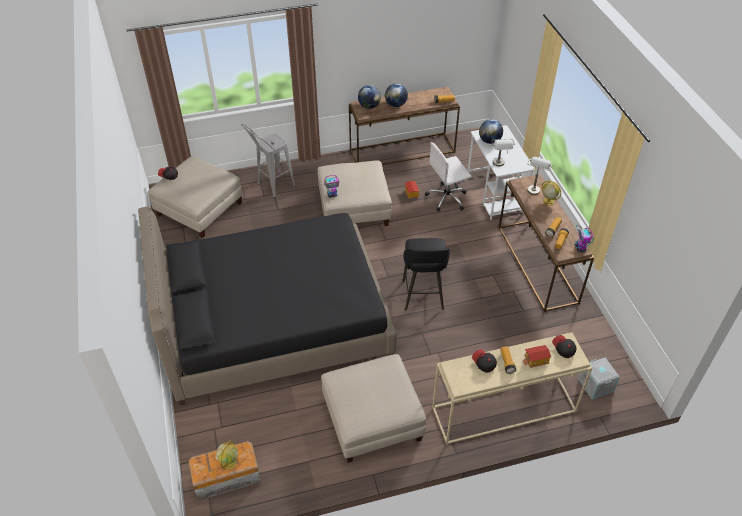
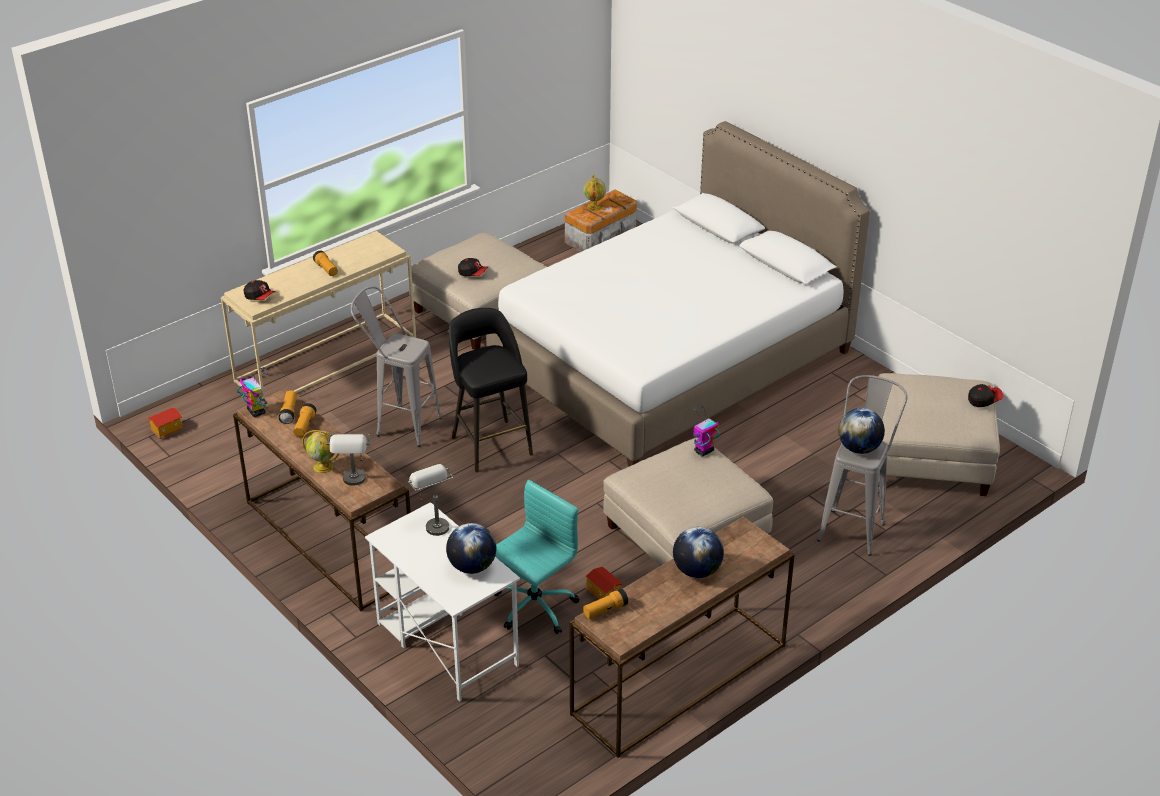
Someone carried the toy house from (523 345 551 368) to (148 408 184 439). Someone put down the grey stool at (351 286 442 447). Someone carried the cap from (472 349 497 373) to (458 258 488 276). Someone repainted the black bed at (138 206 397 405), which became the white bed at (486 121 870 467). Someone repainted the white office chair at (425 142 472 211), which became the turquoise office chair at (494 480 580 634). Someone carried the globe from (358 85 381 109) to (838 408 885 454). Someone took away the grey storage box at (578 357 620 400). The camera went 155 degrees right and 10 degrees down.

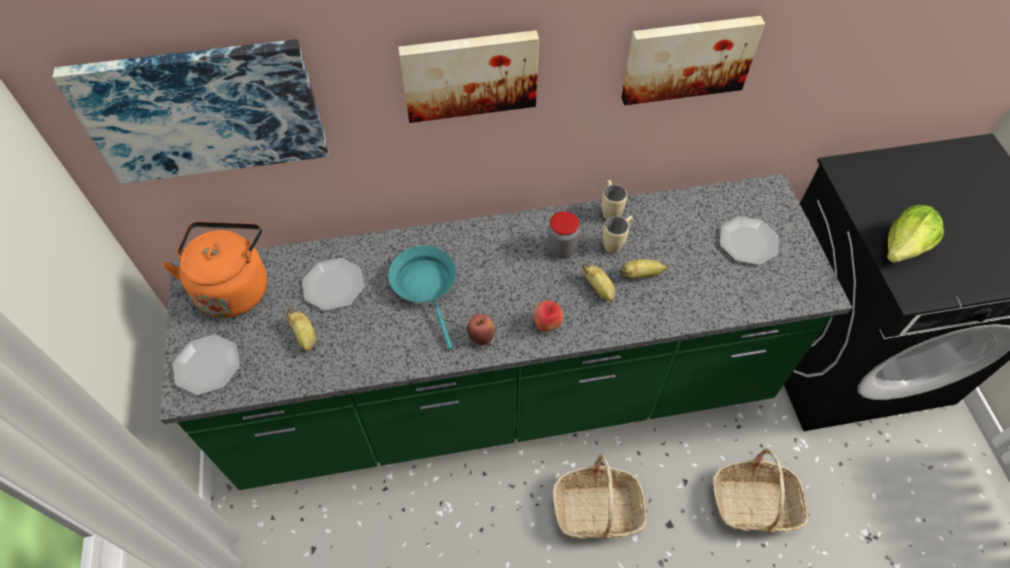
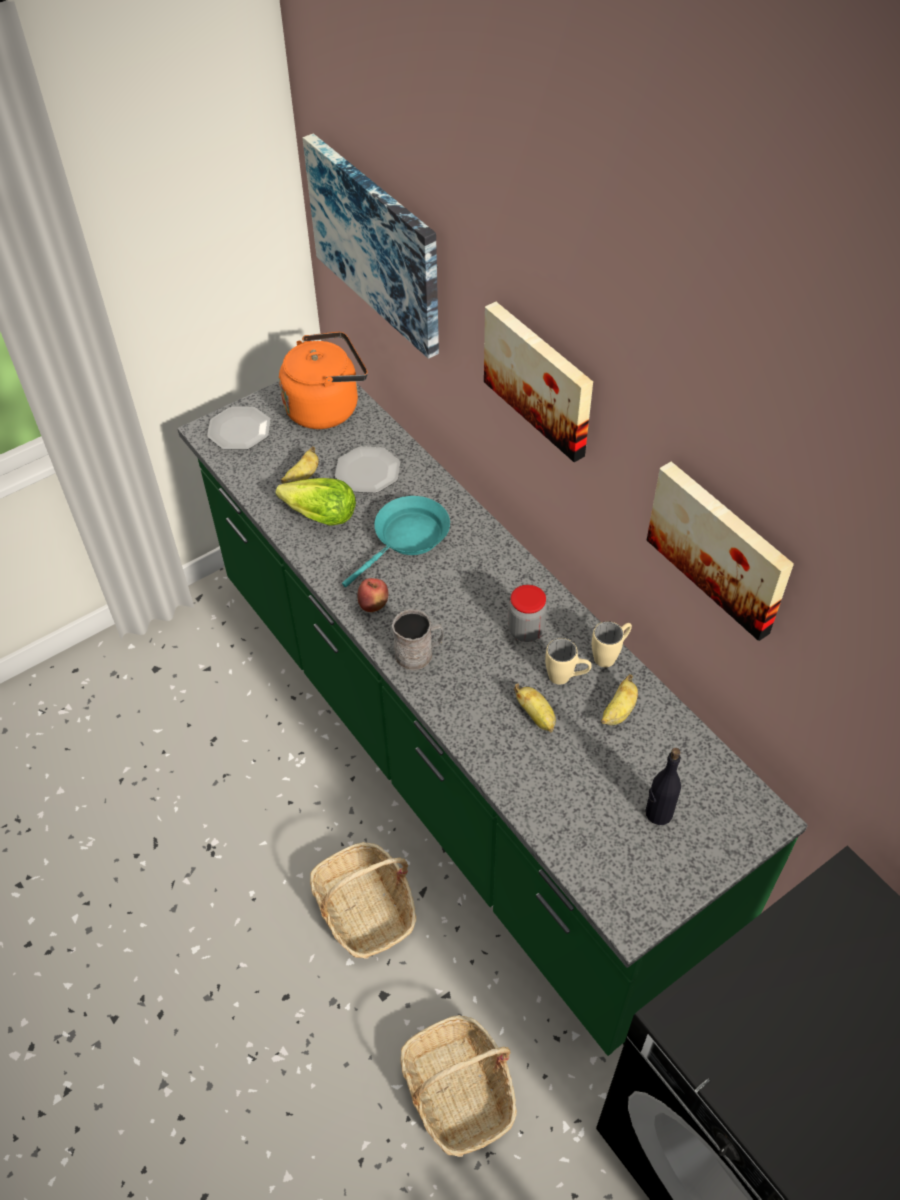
Someone carried the lettuce from (887 205 944 262) to (275 478 356 526). Someone swapped the apple at (533 300 563 331) for the grey mug at (392 609 444 671). Someone carried the banana from (582 262 615 302) to (601 674 638 725). Someone swapped the plate at (719 216 779 265) for the black bottle at (645 748 681 825). The camera went 65 degrees right and 5 degrees down.

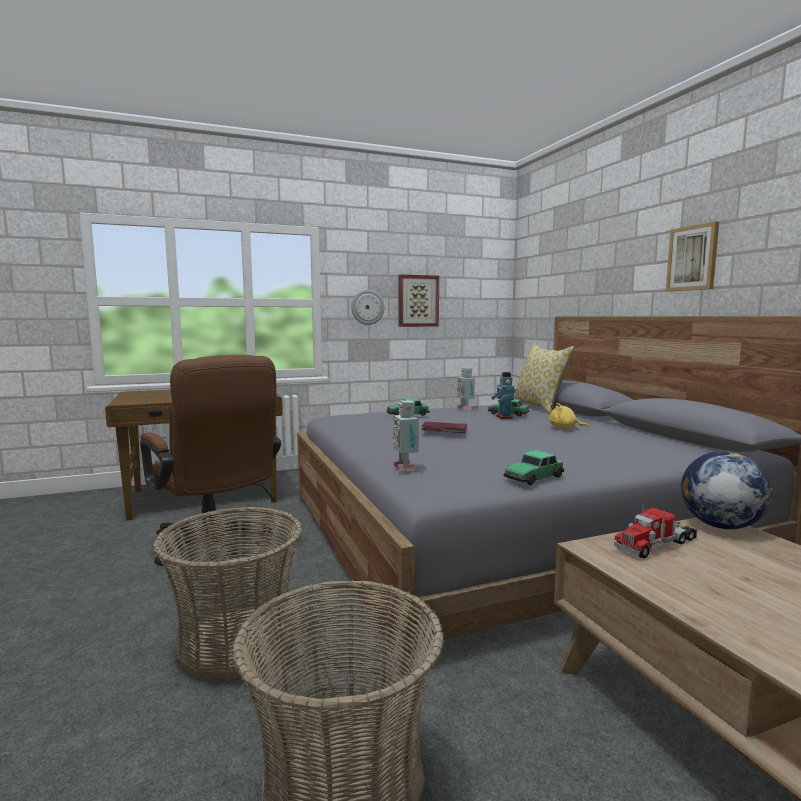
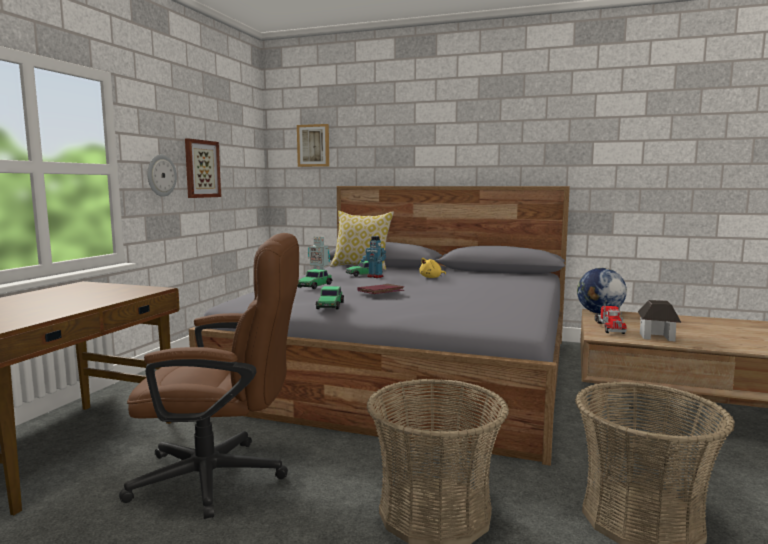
Someone carried the picture from (666 222 719 291) to (297 124 329 167). Someone carried the toy car from (504 450 564 485) to (316 286 344 309). Someone put down the toy house at (638 300 682 341). Someone took away the toy robot at (392 400 419 472). The camera went 50 degrees left and 0 degrees up.

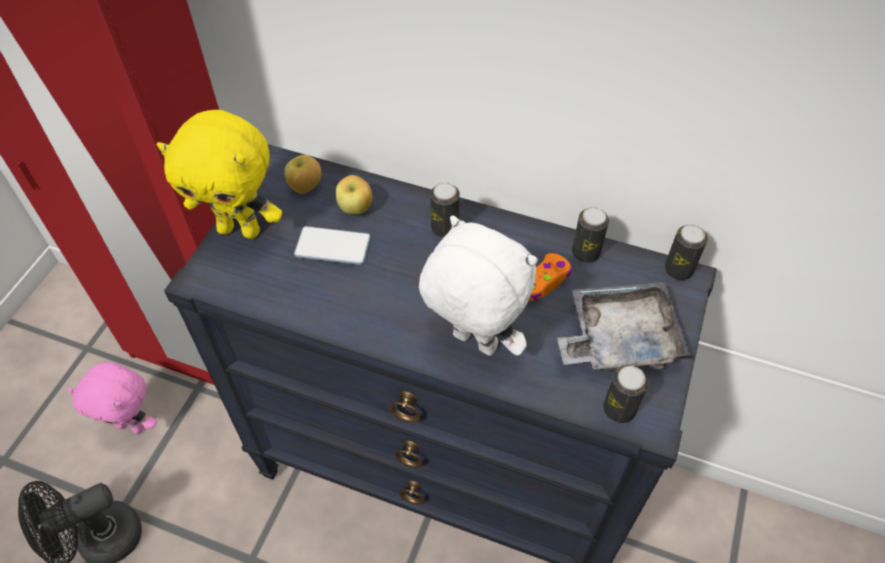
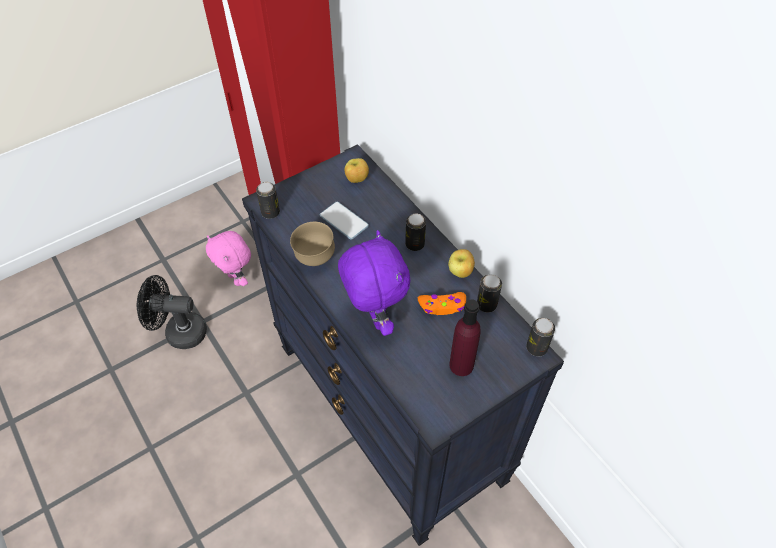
Someone carried the can from (603 365 648 423) to (256 182 280 219). Someone put down the brown bowl at (290 222 335 266). Someone repainted the white plush toy at (419 216 538 356), which became the purple plush toy at (338 230 410 336). Someone carried the apple from (336 175 372 215) to (448 249 475 278). Someone swapped the grey tray at (557 282 693 372) for the purple bottle at (449 299 481 376). Someone took away the yellow plush toy at (157 110 282 239). The camera went 35 degrees right and 0 degrees up.

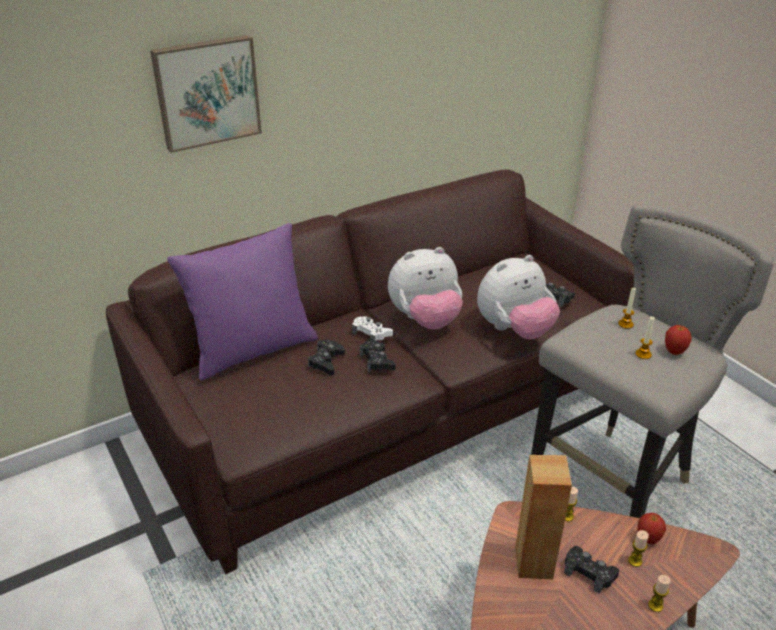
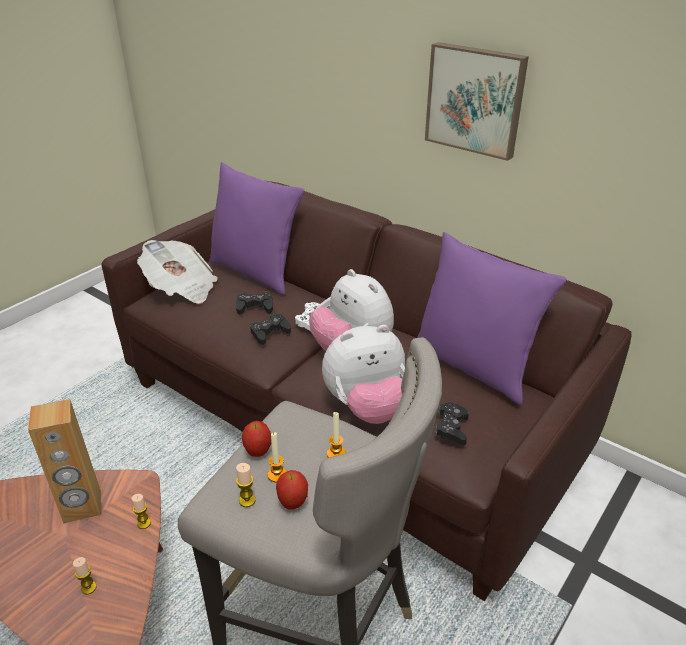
Someone put down the newspaper at (137 240 218 304). Someone carried the candle from (648 575 671 612) to (236 463 255 507). Someone carried the apple from (637 513 666 544) to (242 421 271 457). Someone rotated the plush toy at (477 255 560 339) by 60 degrees counterclockwise. Someone put down the purple pillow at (417 232 567 405). Someone carried the picture from (150 35 262 153) to (425 42 529 161). Someone took away the black game controller at (564 546 619 594). The camera went 70 degrees right and 0 degrees up.

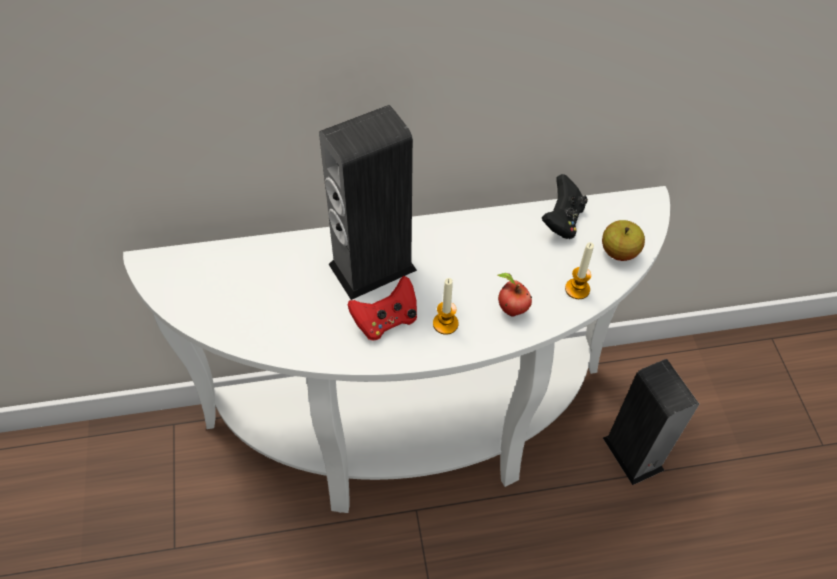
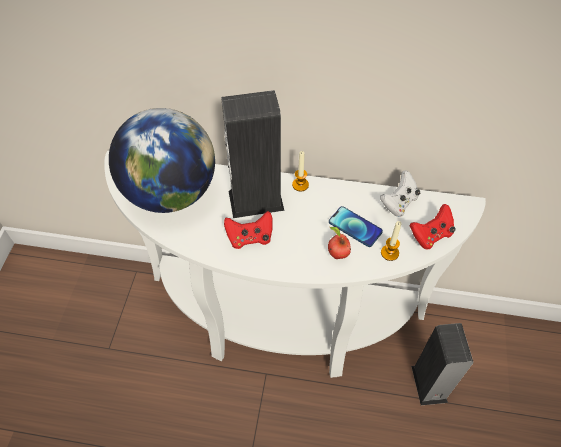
Someone put down the globe at (109 108 215 213). Someone carried the candle from (433 278 459 335) to (292 151 309 191). Someone put down the phone at (329 206 383 247). Someone repainted the black game controller at (542 174 588 239), which became the white game controller at (380 170 420 217). Someone swapped the apple at (602 220 645 261) for the red game controller at (410 204 455 249). The camera went 20 degrees right and 0 degrees up.

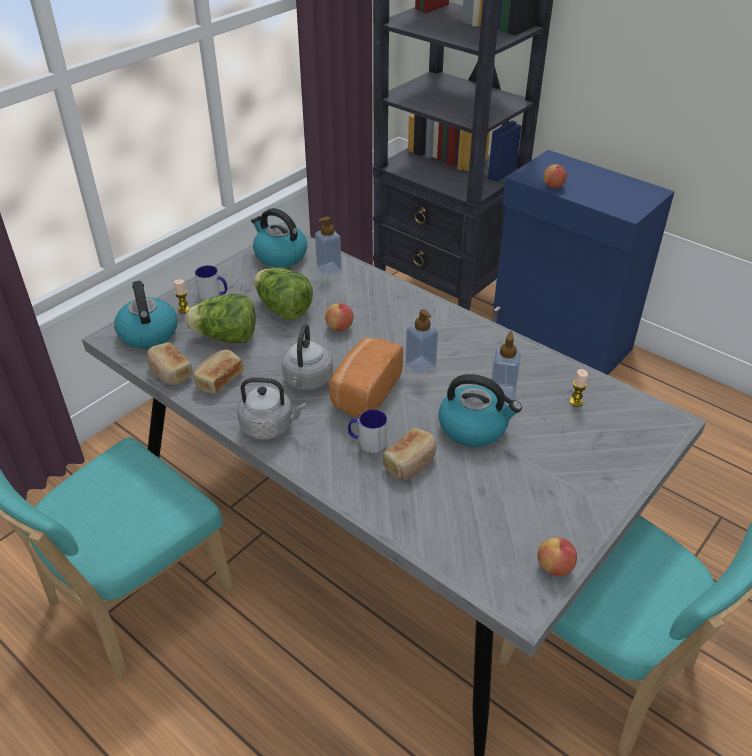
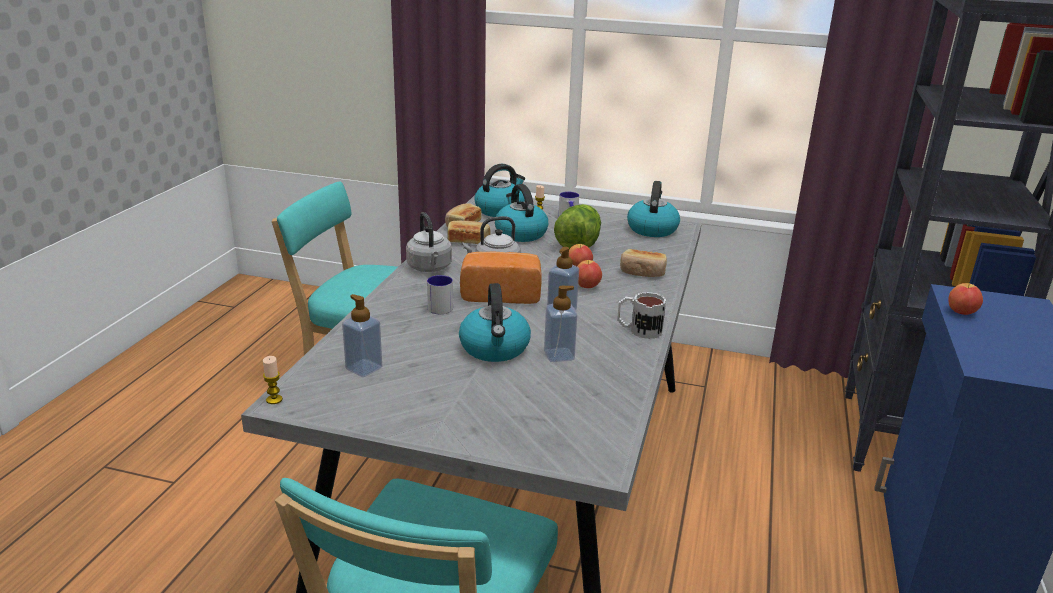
Someone carried the candle from (569 369 588 407) to (263 356 283 404). Someone carried the soap dispenser from (315 217 342 275) to (342 294 382 377). Someone swapped the lettuce at (185 294 255 343) for the kettle at (495 184 548 242). Someone carried the apple from (537 537 577 576) to (577 260 602 288). Someone put down the mug at (617 292 666 339). Someone carried the bread from (383 428 437 480) to (620 249 667 277). The camera went 65 degrees right and 15 degrees down.

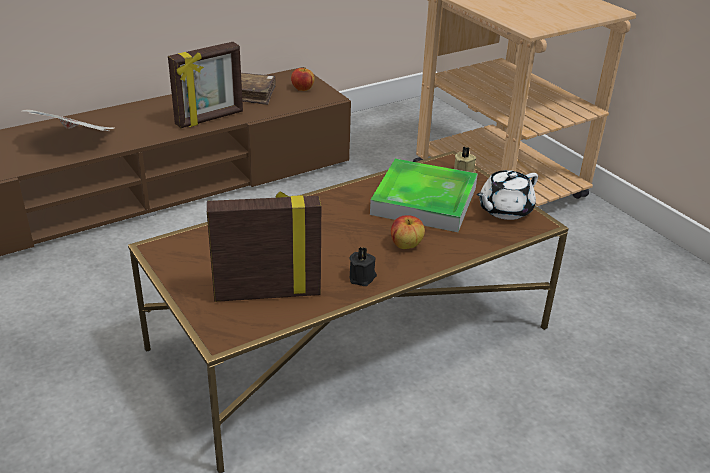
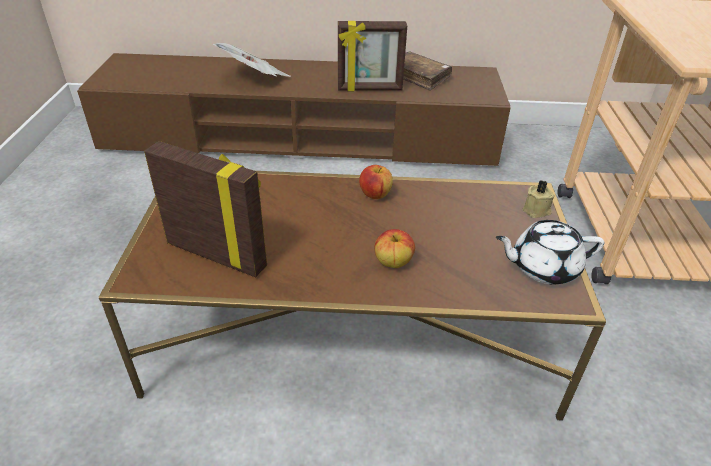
Someone carried the apple from (291 67 315 91) to (359 165 393 199). Someone took away the black candle at (350 247 377 286). Someone took away the tray at (370 159 478 232). The camera went 35 degrees right and 5 degrees up.

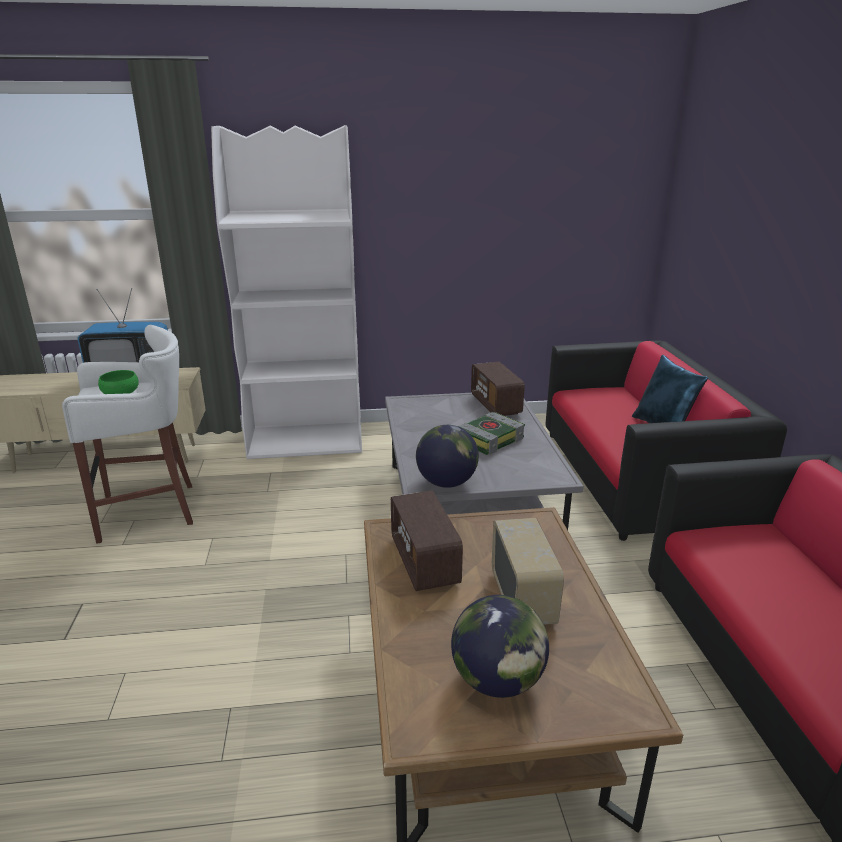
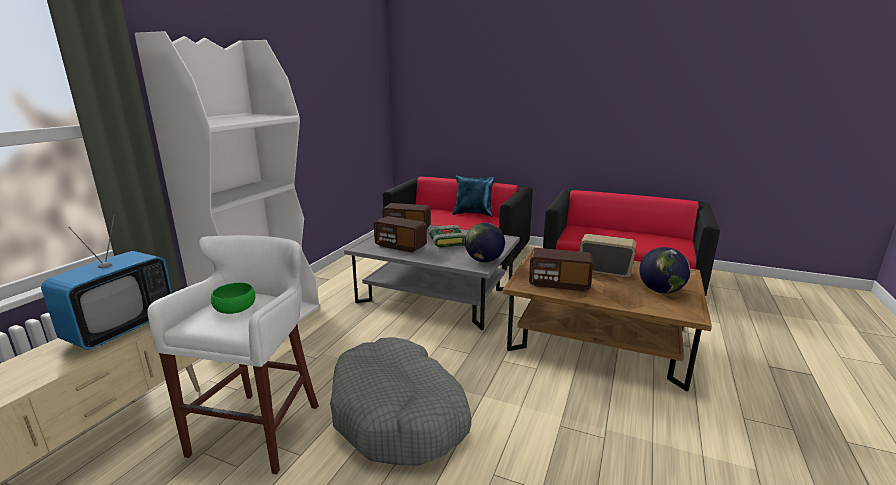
Someone put down the grey dog bed at (330 337 471 466). Someone put down the radio at (374 216 427 253). The camera went 60 degrees left and 5 degrees down.

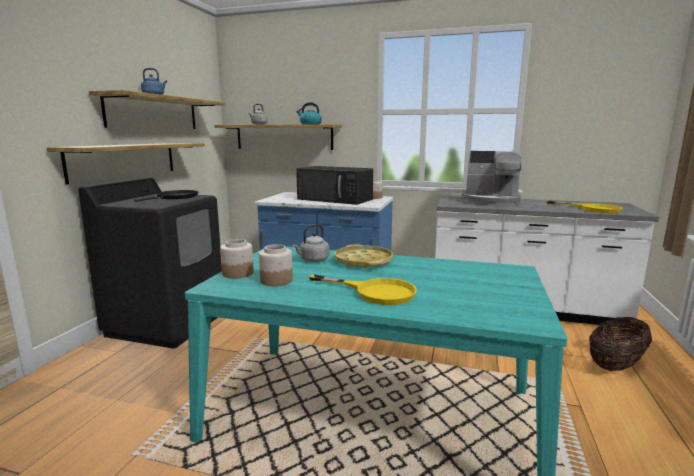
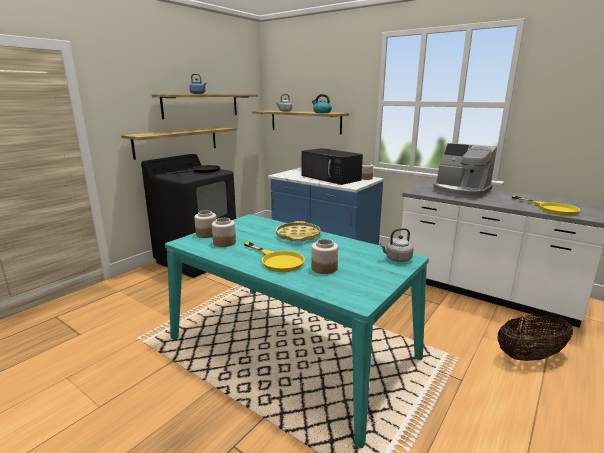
Someone put down the jar at (311 239 338 274). Someone carried the grey kettle from (292 224 329 262) to (380 228 413 262). The camera went 20 degrees right and 5 degrees up.

